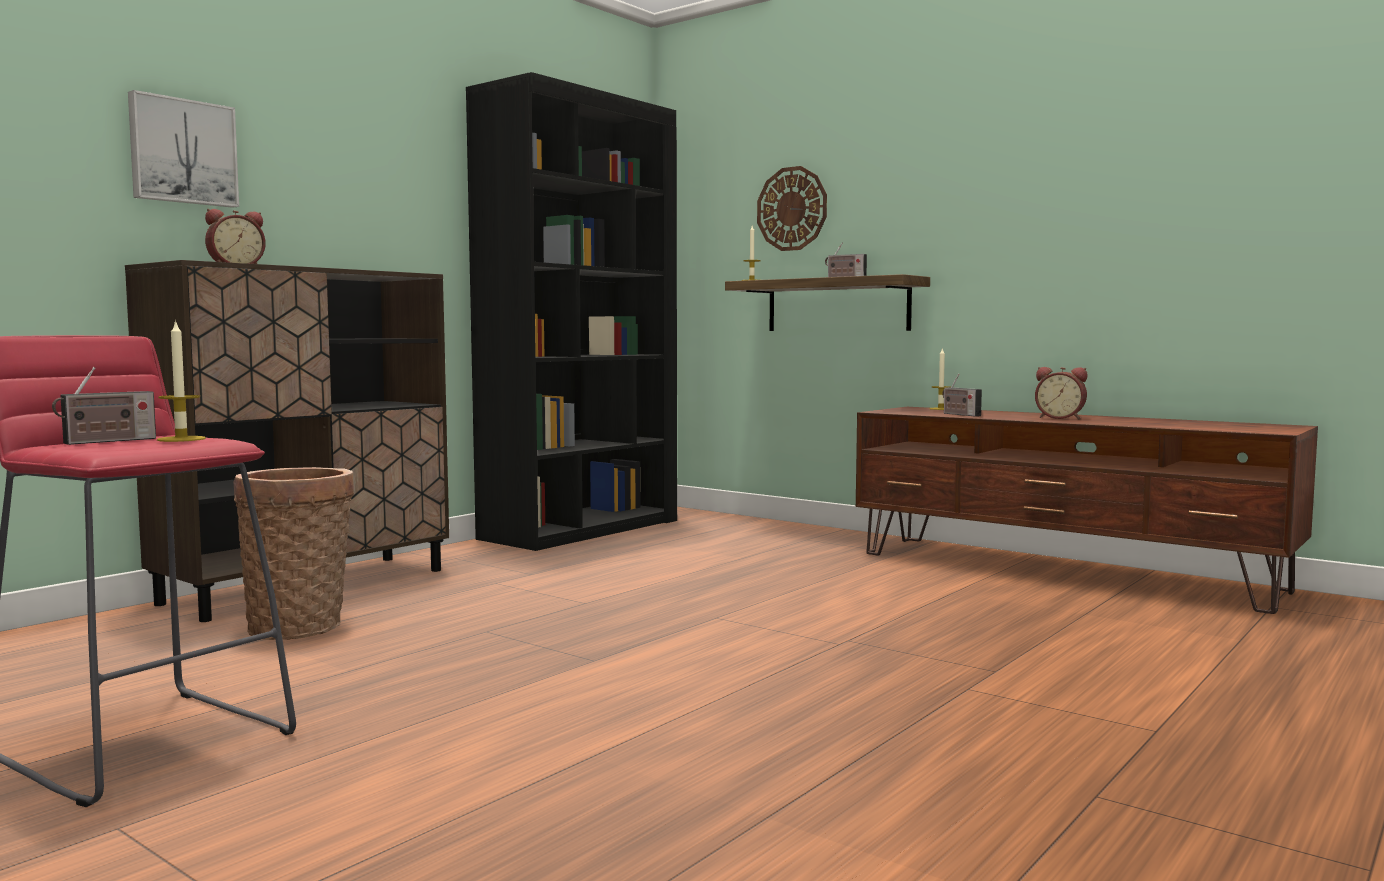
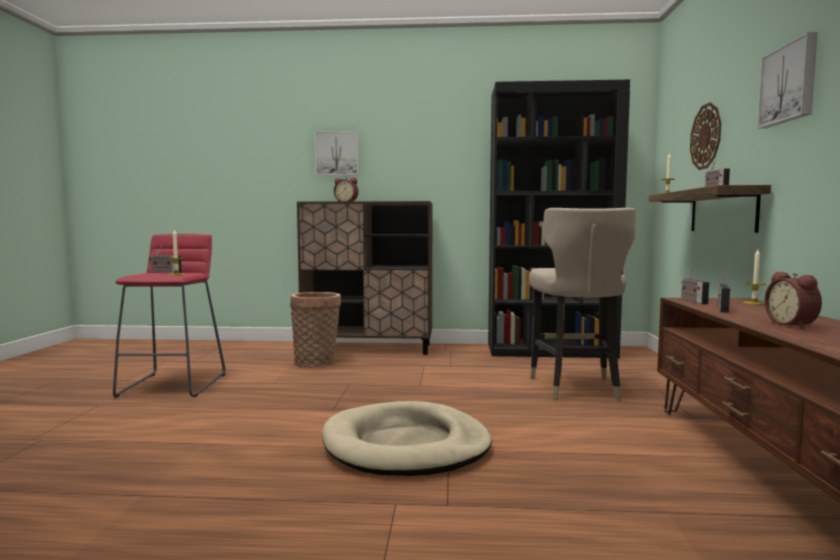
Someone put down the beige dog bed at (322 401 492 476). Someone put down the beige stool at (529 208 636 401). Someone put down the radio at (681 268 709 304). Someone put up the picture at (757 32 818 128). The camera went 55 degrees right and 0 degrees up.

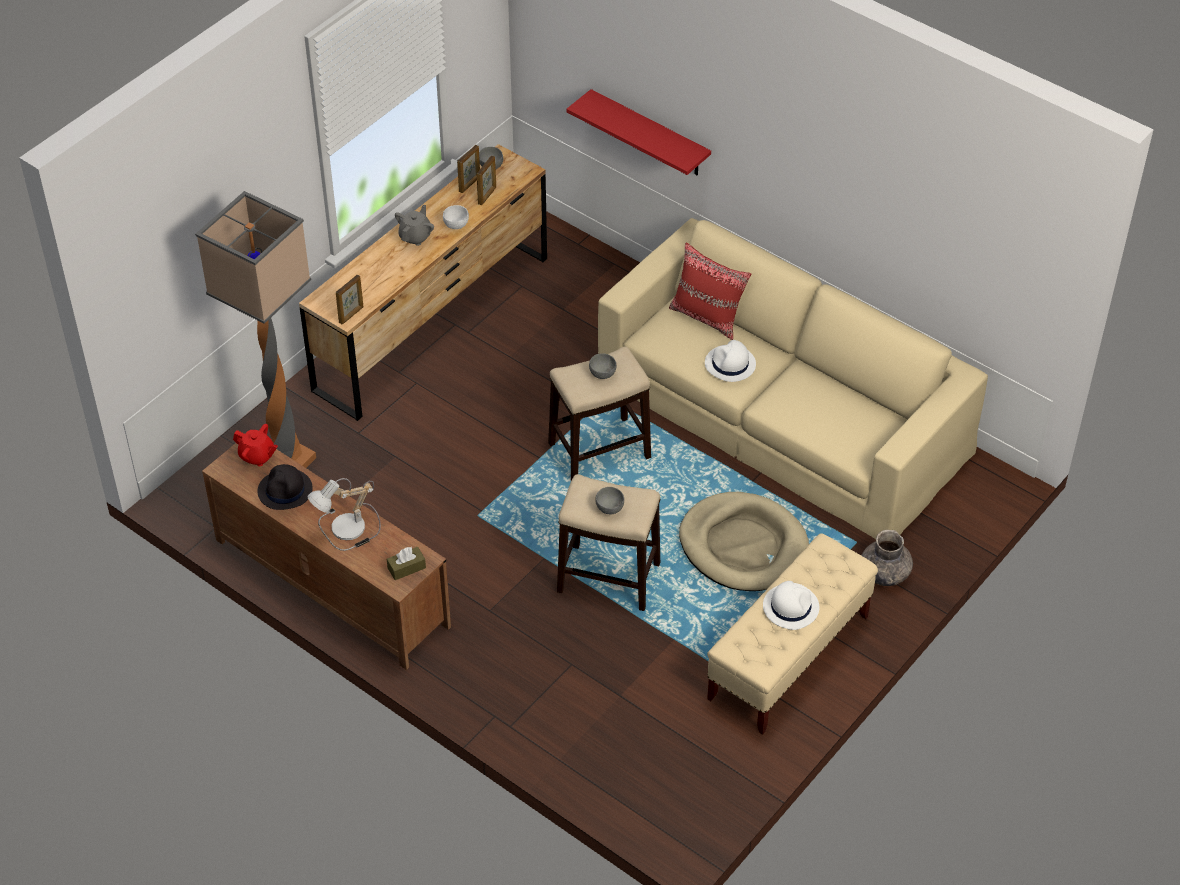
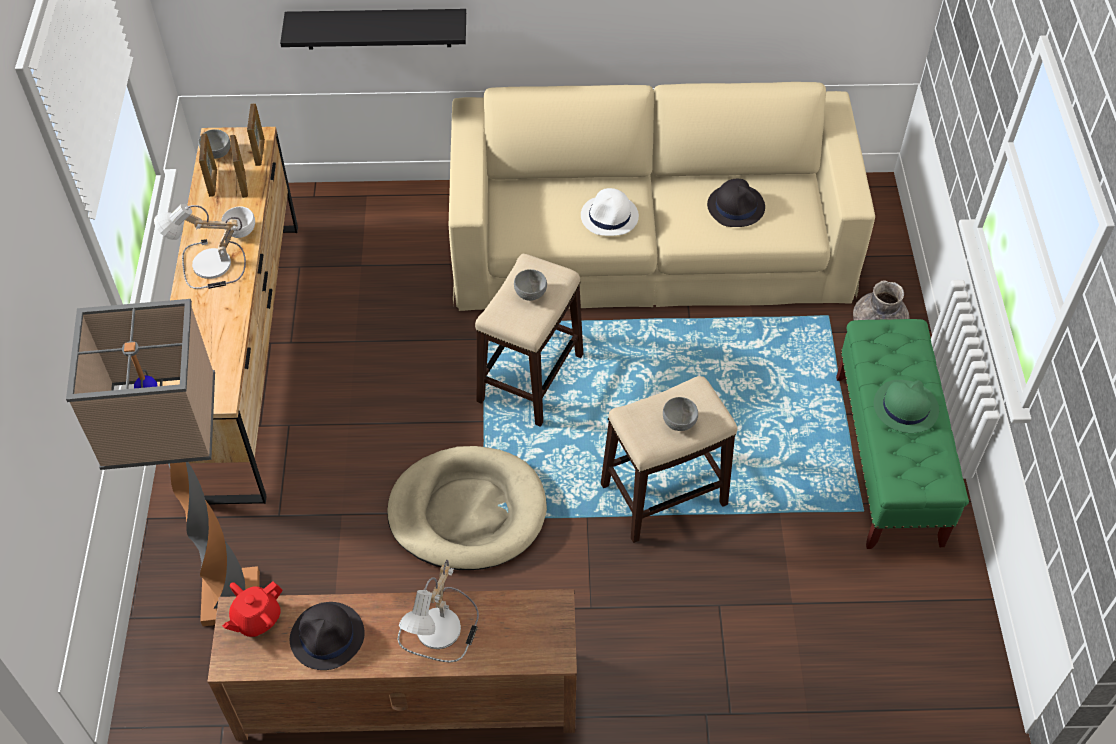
Someone swapped the grey teapot at (395 204 434 246) for the table lamp at (154 203 246 289). Someone rotated the red teapot at (233 424 278 466) by 150 degrees clockwise. Someone carried the picture frame from (336 275 363 324) to (247 103 265 166). Someone repainted the red shelf at (567 89 711 175), which became the black shelf at (280 9 466 49). Someone carried the beige dog bed from (679 492 809 591) to (387 446 547 570). Someone put down the black hat at (707 179 765 227). Someone repainted the beige bench at (707 533 878 735), which became the green bench at (836 319 969 549). Someone repainted the white hat at (763 581 819 630), which became the green hat at (874 380 939 433). Someone took away the brown tissue box at (387 547 426 580). Someone took away the red pillow at (669 243 751 340). The camera went 40 degrees left and 5 degrees up.

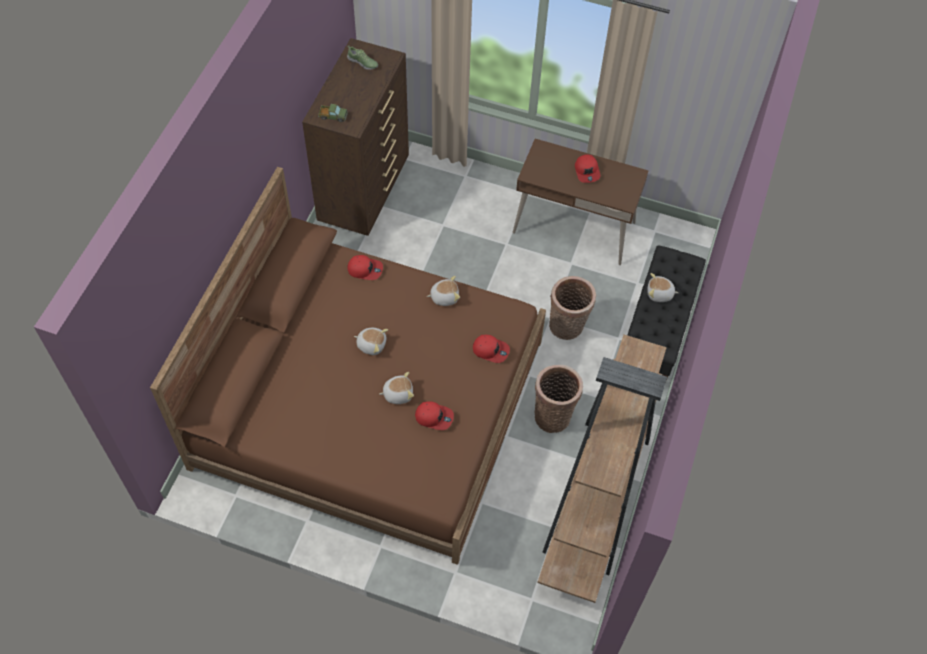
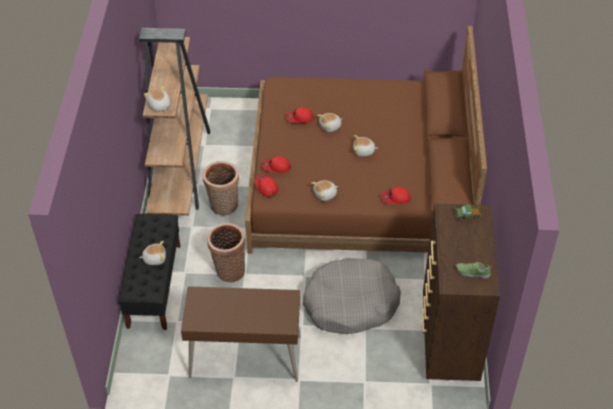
Someone put down the plush toy at (144 86 171 112). Someone carried the red cap from (575 155 600 183) to (254 175 278 197). Someone put down the grey dog bed at (303 258 401 334). The camera went 165 degrees right and 10 degrees down.

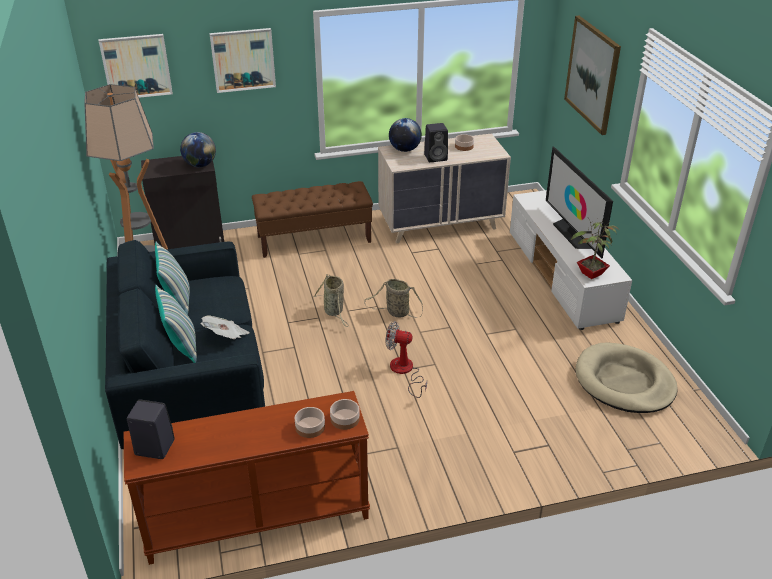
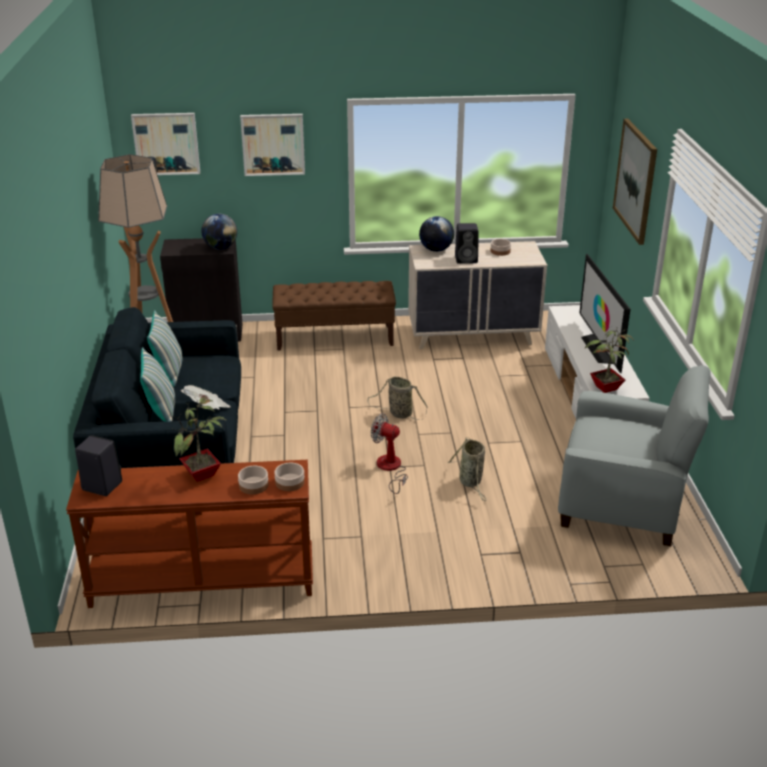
Someone put down the potted plant at (171 397 227 482). Someone carried the basket from (313 274 348 327) to (448 437 487 501). Someone swapped the beige dog bed at (576 342 678 413) for the grey armchair at (558 365 711 546). The camera went 10 degrees right and 5 degrees down.

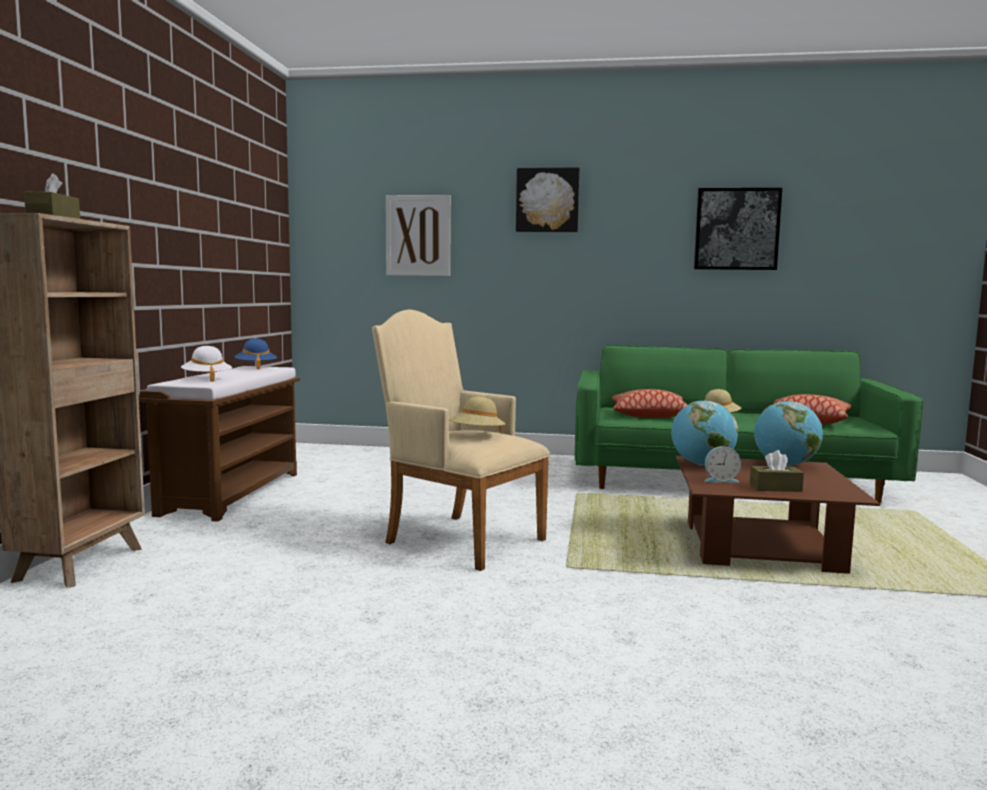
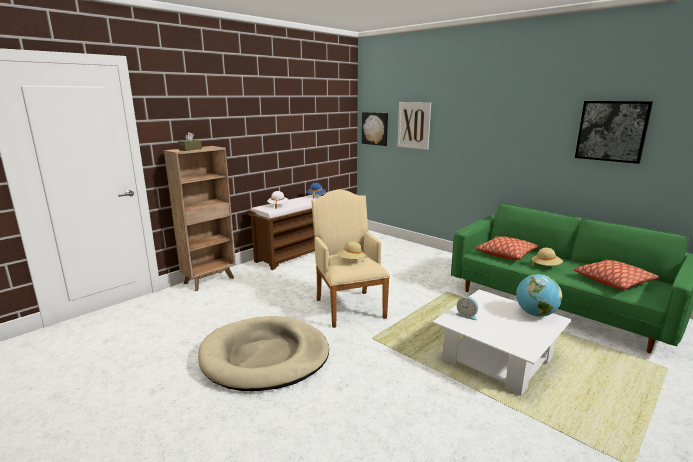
Someone put down the beige dog bed at (198 316 329 391). Someone carried the picture from (516 167 580 232) to (362 112 388 146). Someone repainted the brown coffee table at (676 456 880 574), which became the white coffee table at (432 289 572 396). Someone took away the globe at (671 401 738 466). Someone took away the brown tissue box at (750 450 804 492). The camera went 35 degrees right and 10 degrees up.

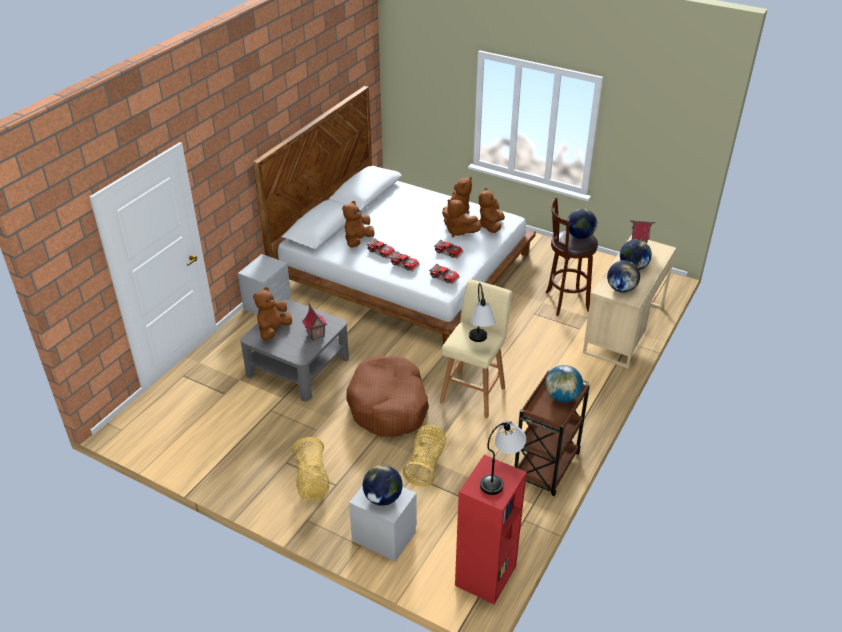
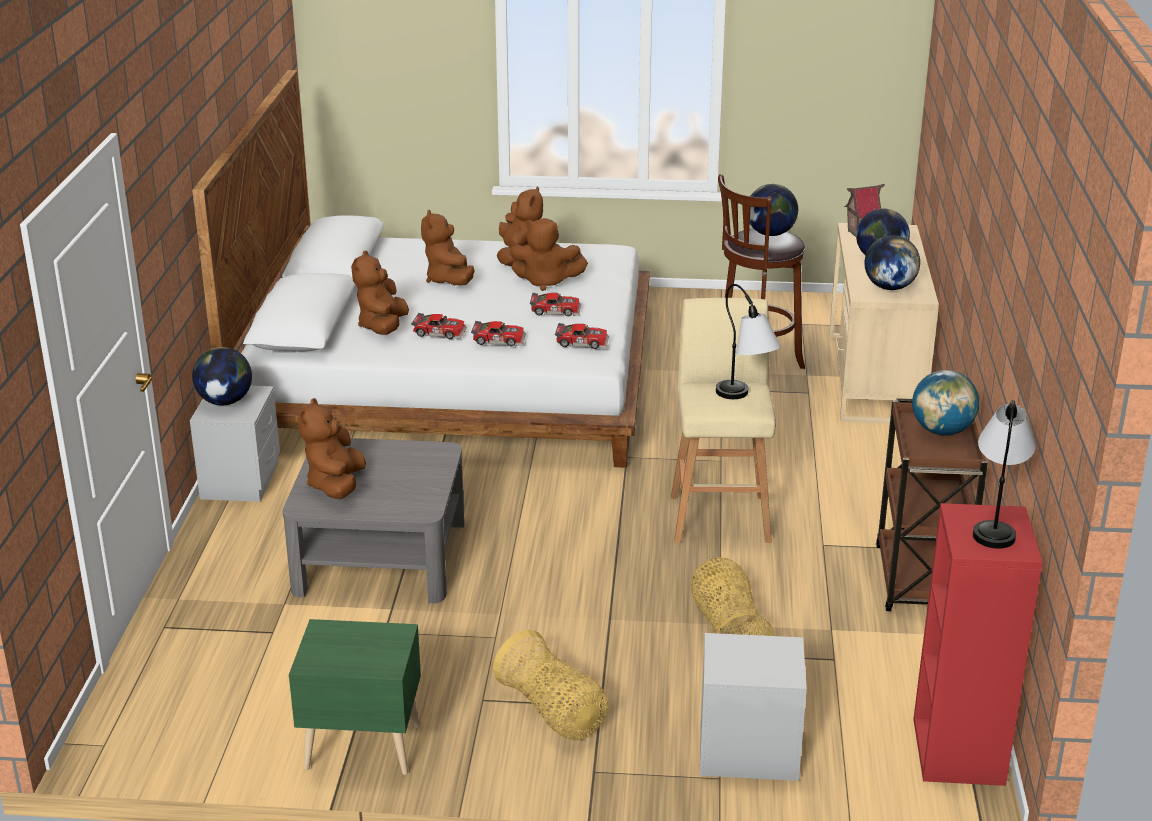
Someone carried the globe from (363 465 403 506) to (192 347 252 405). Someone put down the green nightstand at (289 619 421 775). Someone carried the brown plush toy from (479 188 505 233) to (421 210 475 285). Someone took away the toy house at (302 303 327 341). Someone took away the brown dog bed at (346 355 429 437). The camera went 25 degrees left and 10 degrees down.

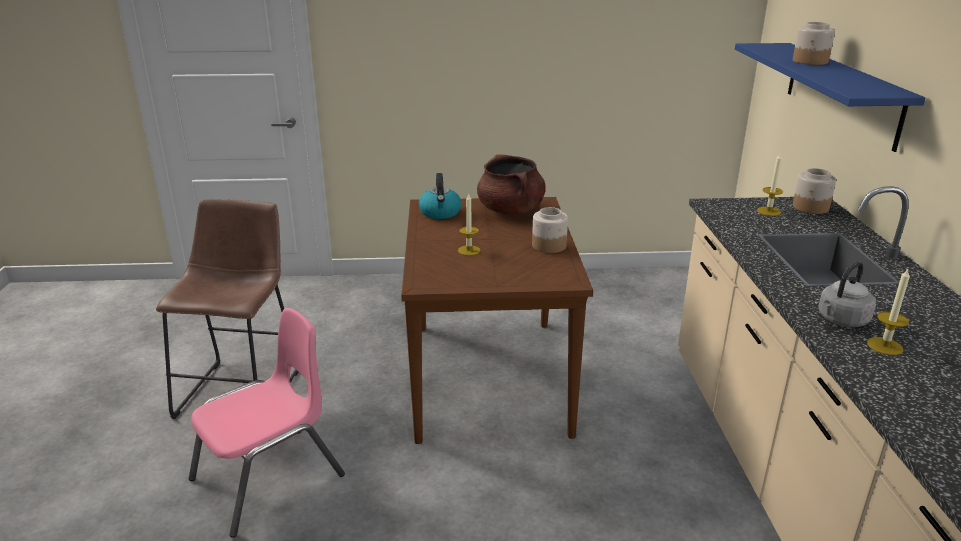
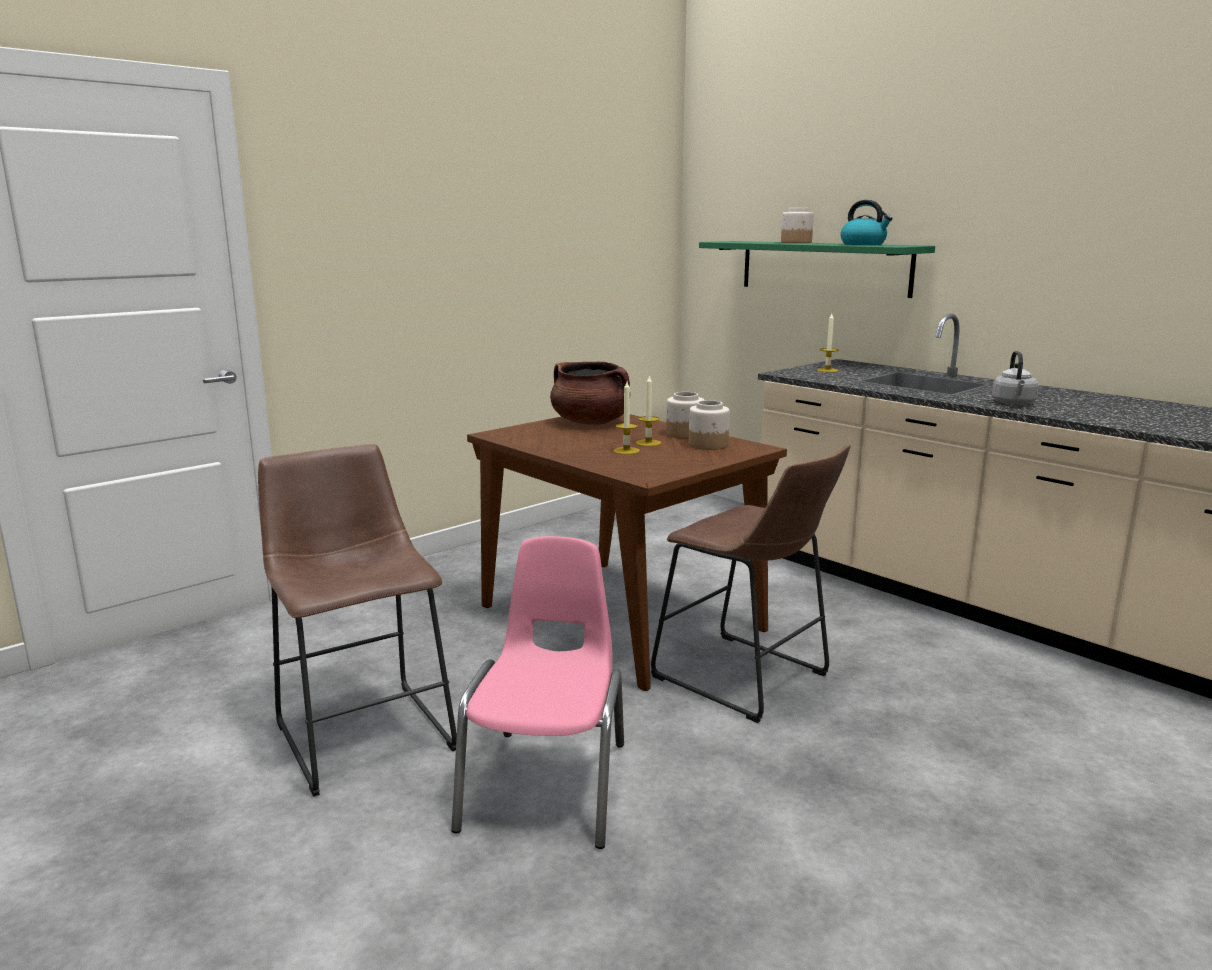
Someone carried the candle from (867 269 910 355) to (636 375 661 446). Someone put down the brown stool at (651 444 850 723). Someone carried the jar from (793 168 836 214) to (689 400 730 450). Someone repainted the blue shelf at (735 43 926 152), which became the green shelf at (699 241 935 298). Someone carried the kettle from (419 173 462 219) to (841 200 893 245). The camera went 40 degrees left and 10 degrees down.

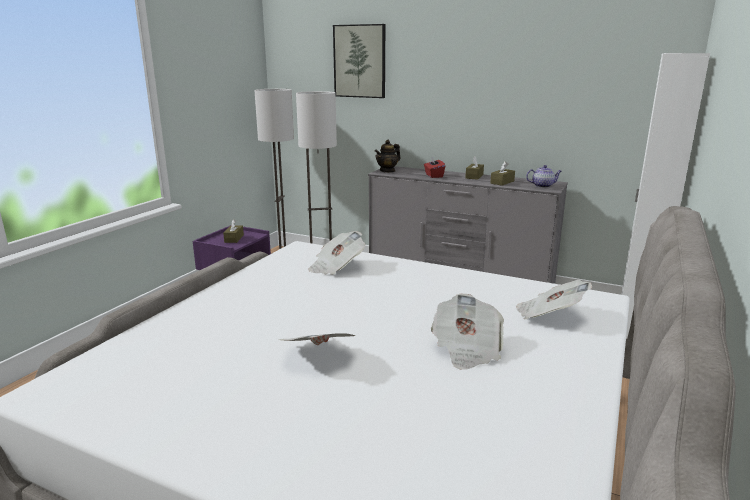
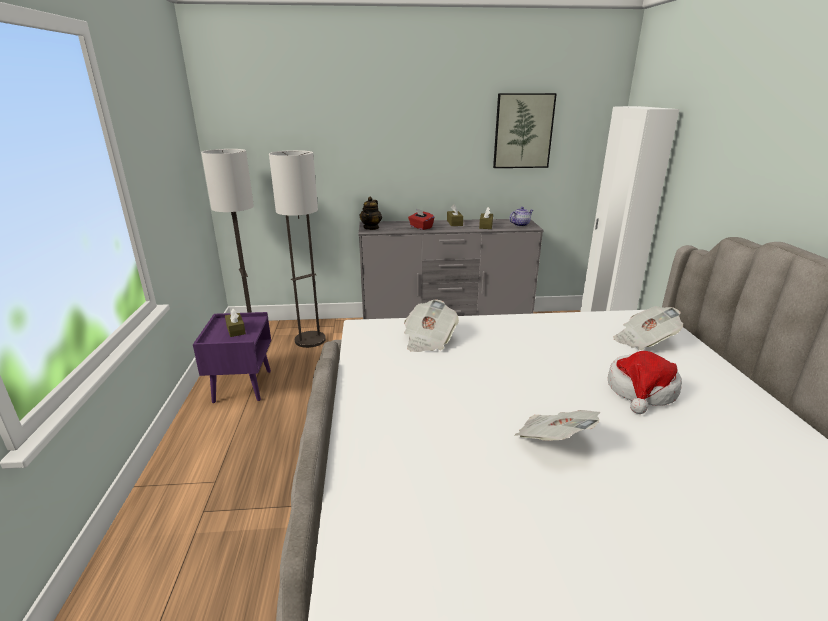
Someone carried the picture from (333 24 385 98) to (493 93 557 168). Someone swapped the newspaper at (431 294 504 370) for the hat at (608 351 682 414). The camera went 30 degrees left and 5 degrees up.

